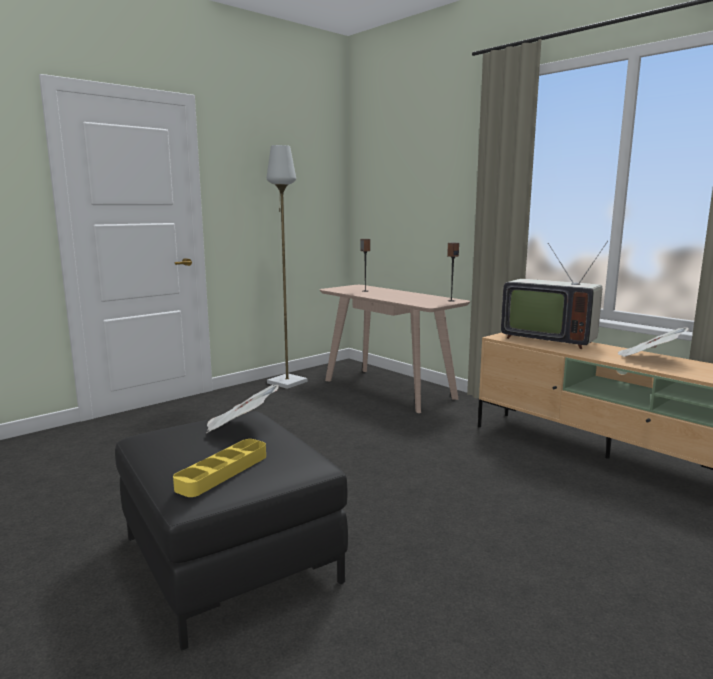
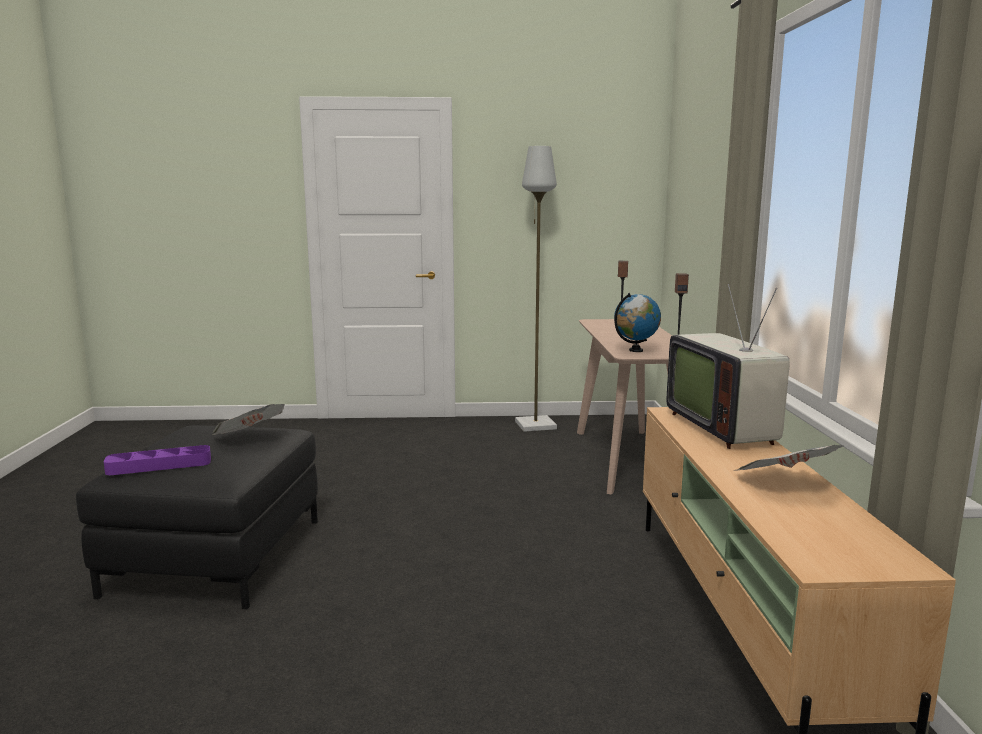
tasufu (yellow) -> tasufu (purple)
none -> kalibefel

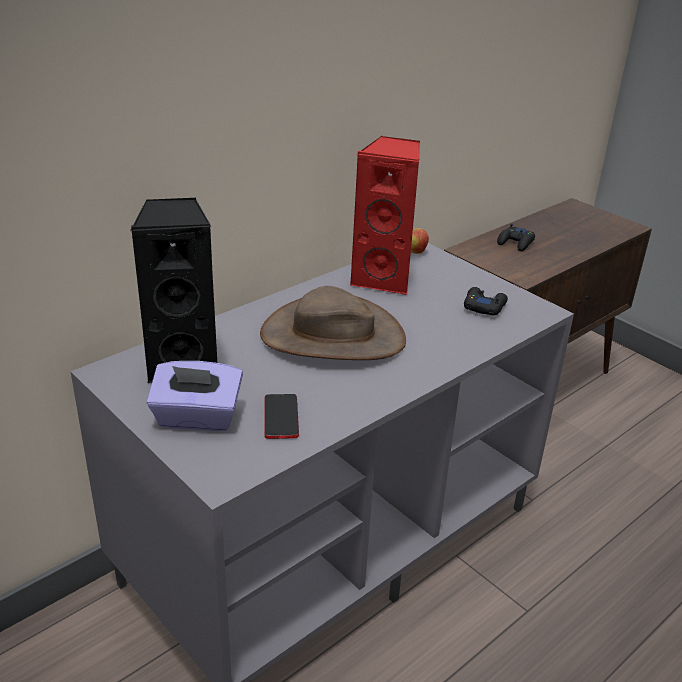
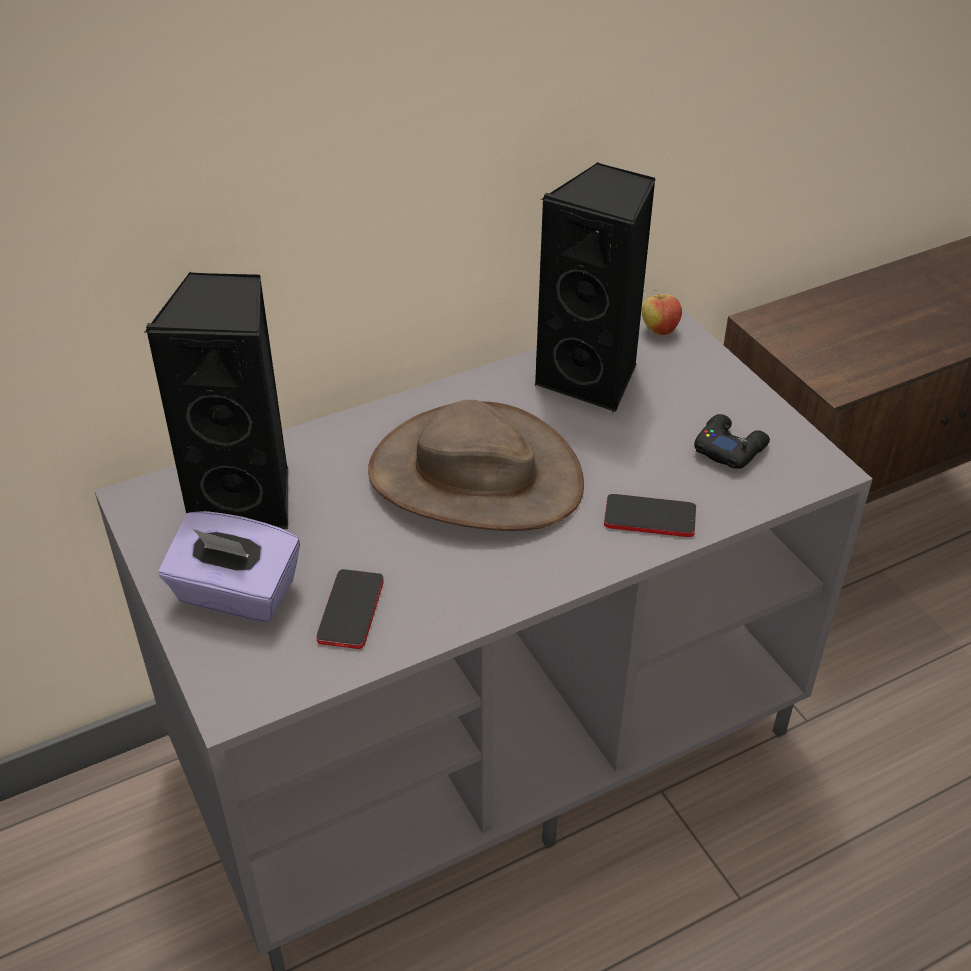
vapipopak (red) -> vapipopak (black) (2nd from left)
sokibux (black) (2nd from left) -> none
none -> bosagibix (2nd from left)

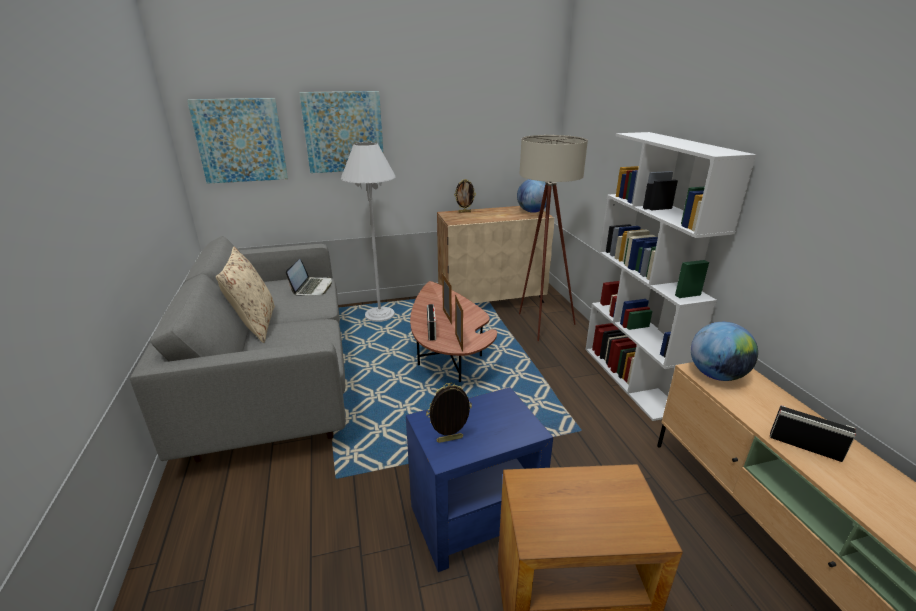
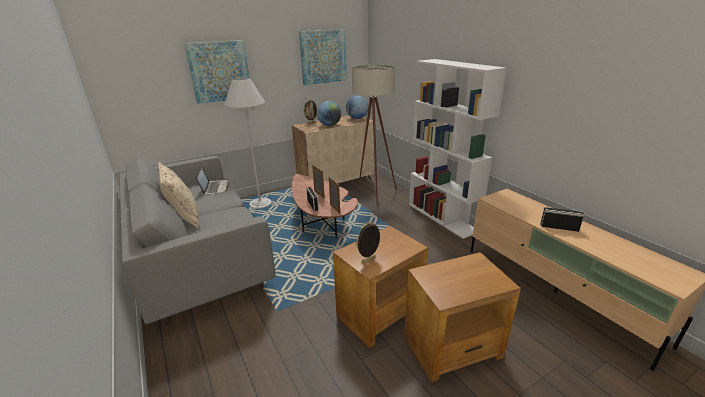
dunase (1st from left in the first image) -> dunase (2nd from left), moved
kalibefel (2nd from left in the first image) -> kalibefel (1st from left), moved
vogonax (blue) -> vogonax (brown) (1st from left)

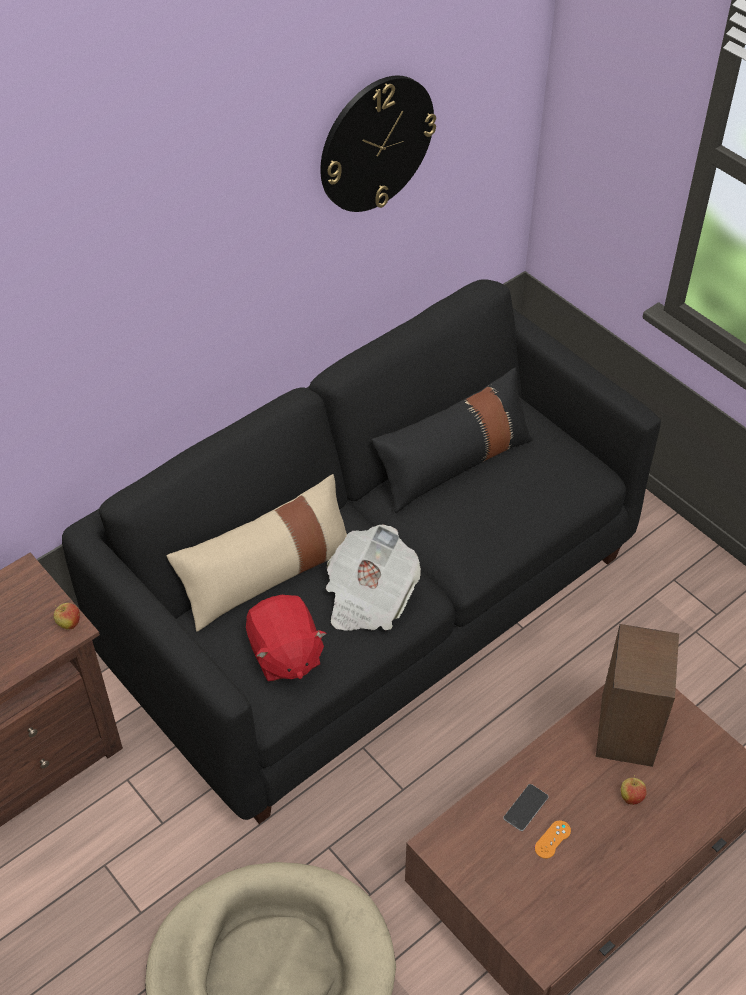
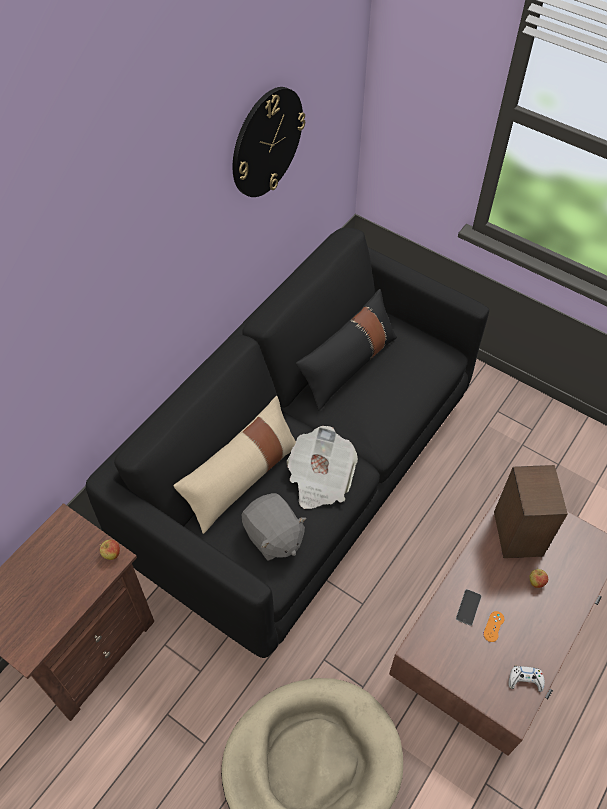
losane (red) -> losane (grey)
none -> sokibux (white)

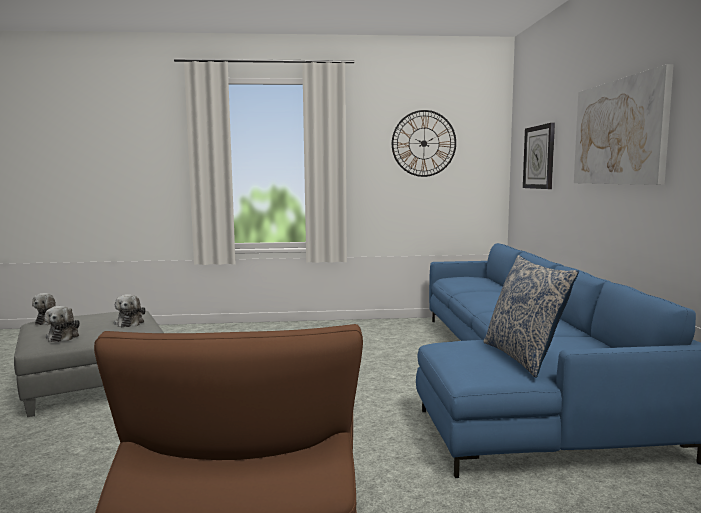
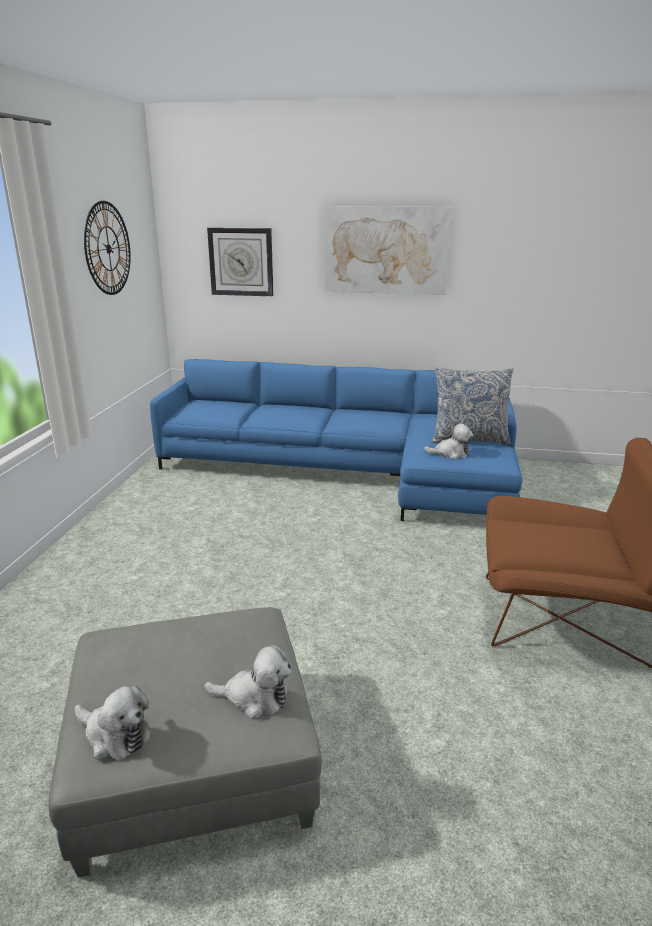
losane (3rd from left), moved

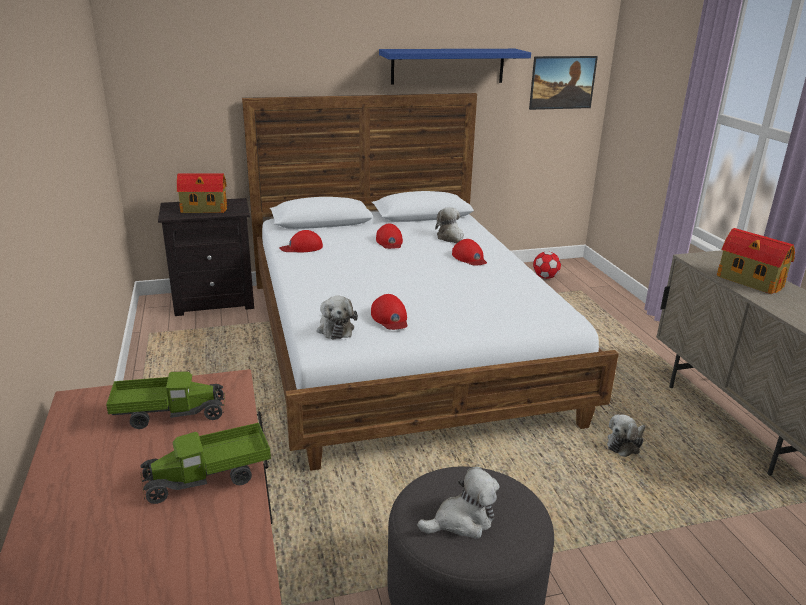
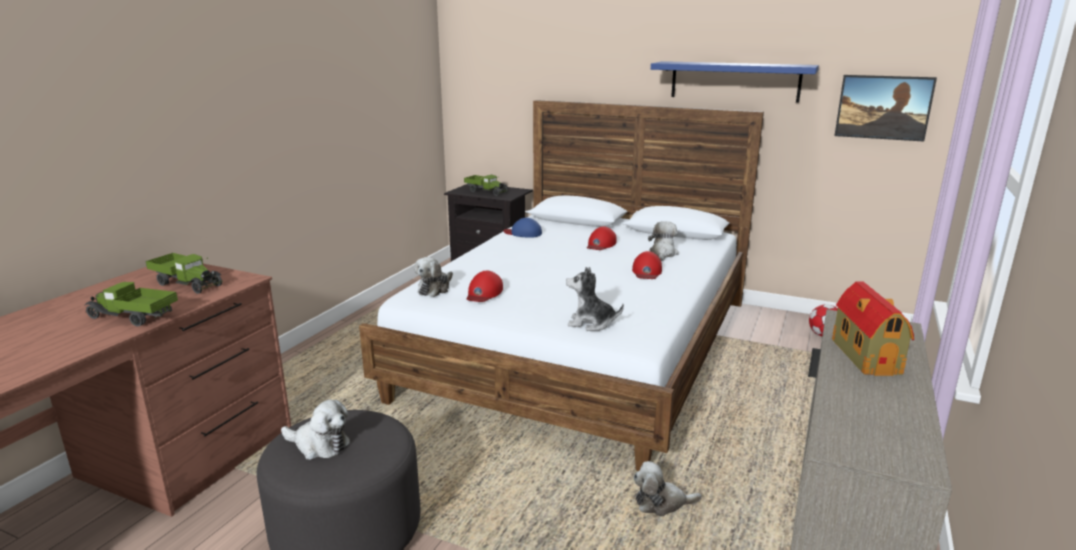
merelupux (1st from left) -> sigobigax (3rd from left)
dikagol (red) (1st from left) -> dikagol (blue)
none -> losane (3rd from left)

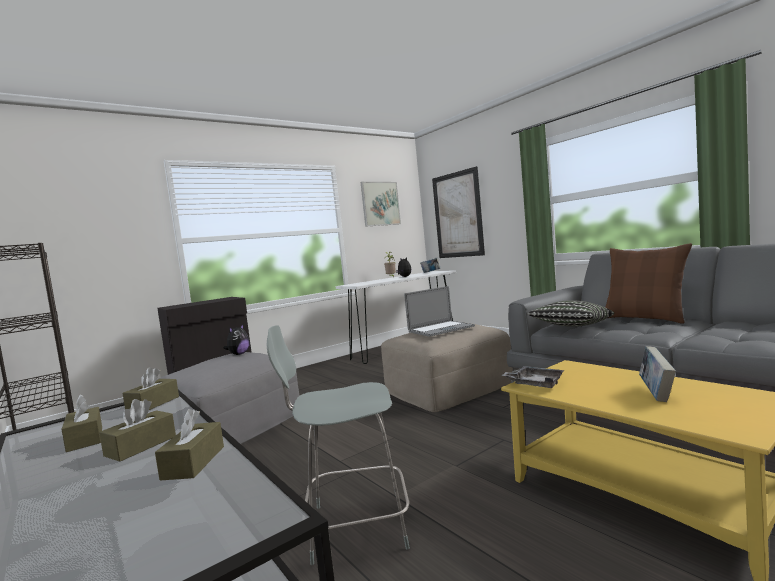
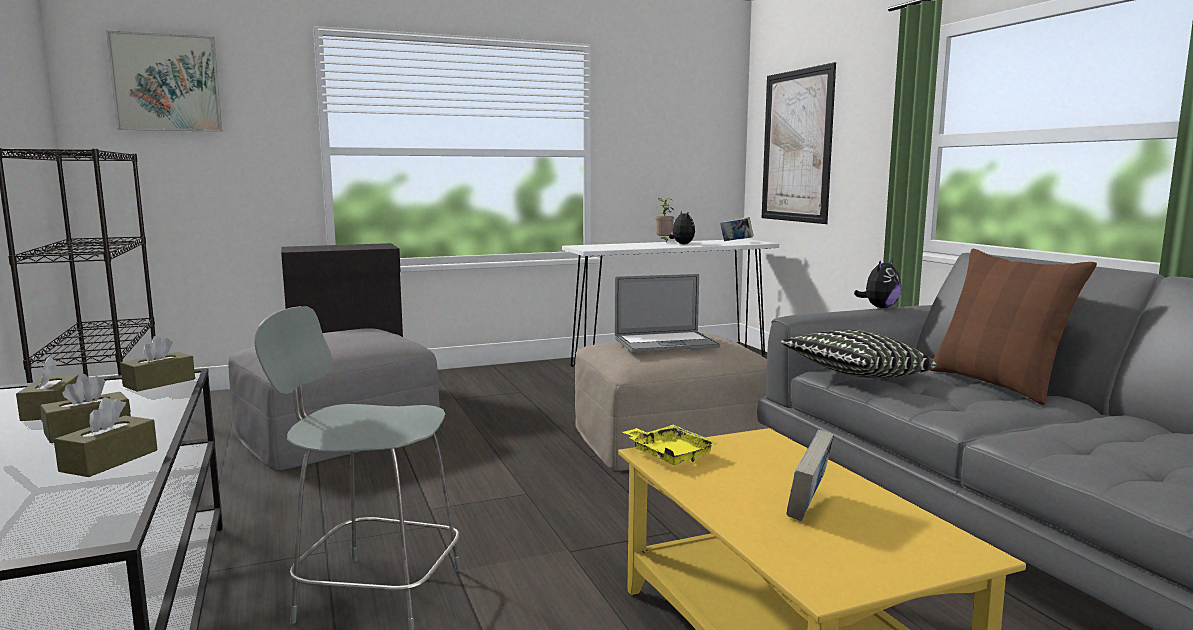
dunase (1st from left), moved
losane (1st from left in the first image) -> losane (2nd from left), moved
tasufu (grey) -> tasufu (yellow)

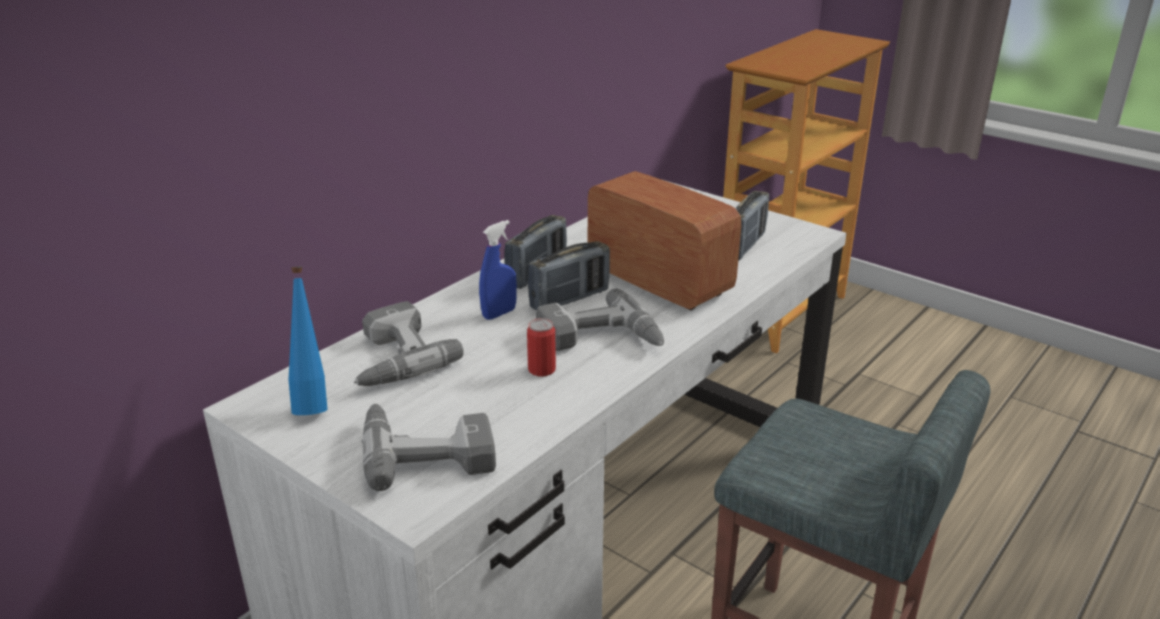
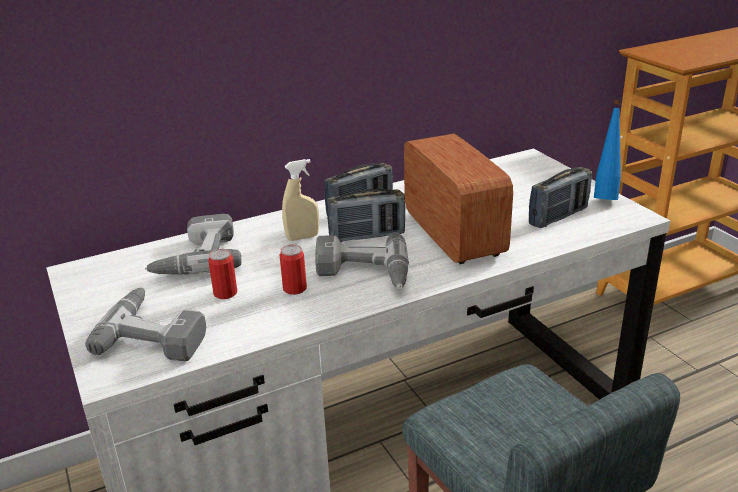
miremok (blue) -> miremok (beige)
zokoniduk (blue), moved
none -> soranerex (1st from left)

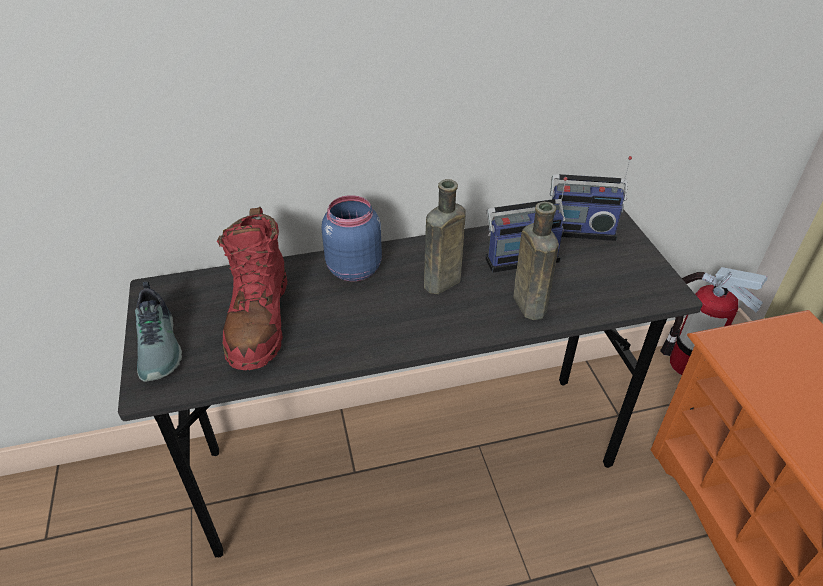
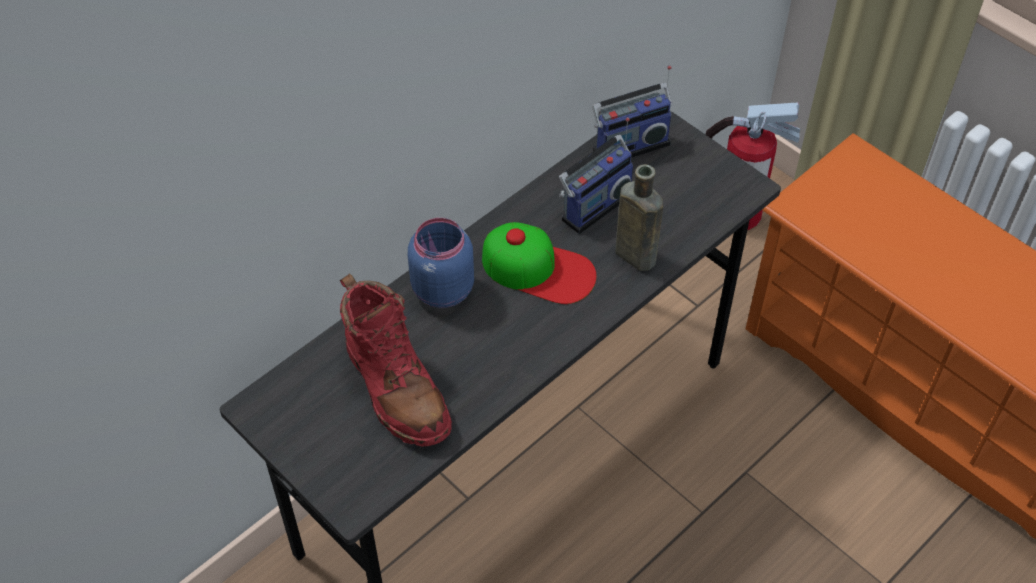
zokoniduk (brown) (1st from left) -> dikagol
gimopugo -> none

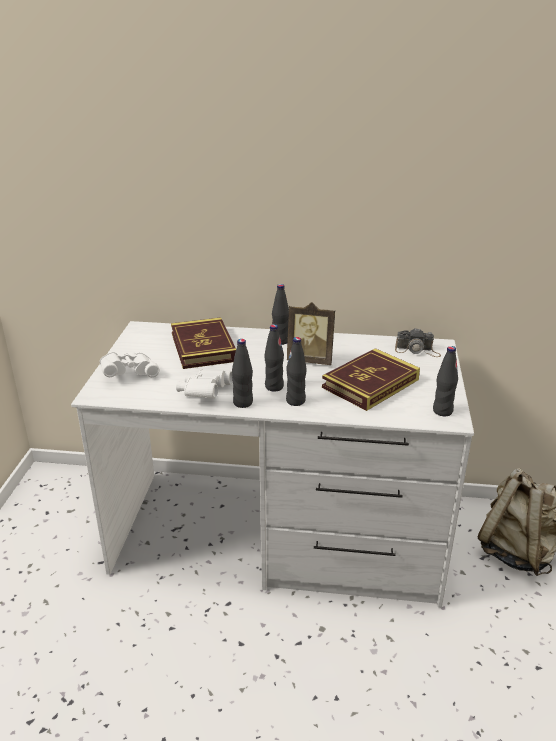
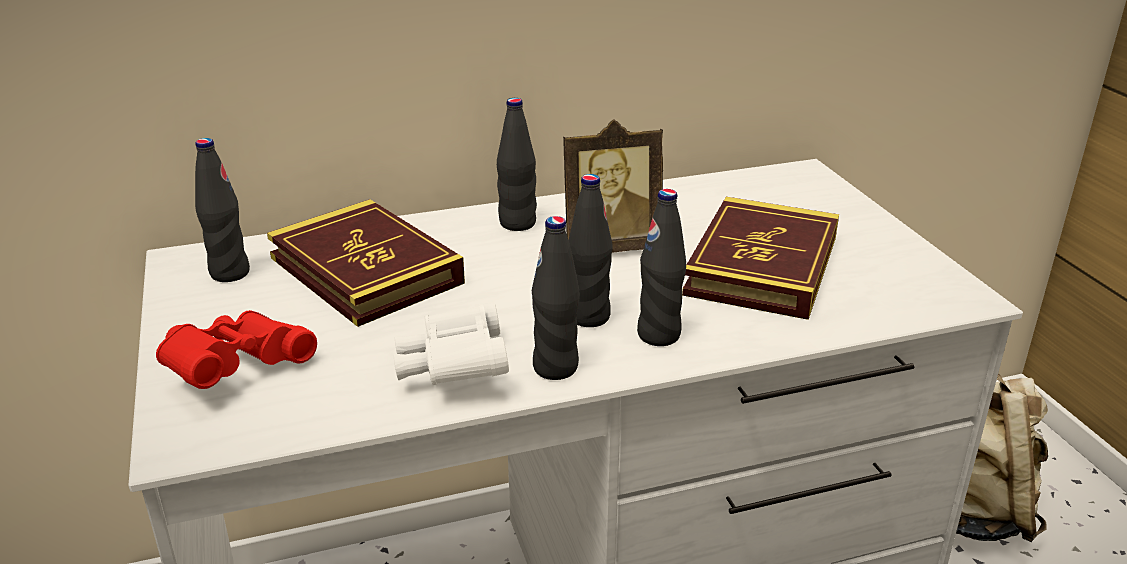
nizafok -> none
zokoniduk (black) (5th from left in the first image) -> zokoniduk (black) (1st from left), moved
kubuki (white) (1st from left) -> kubuki (red)

